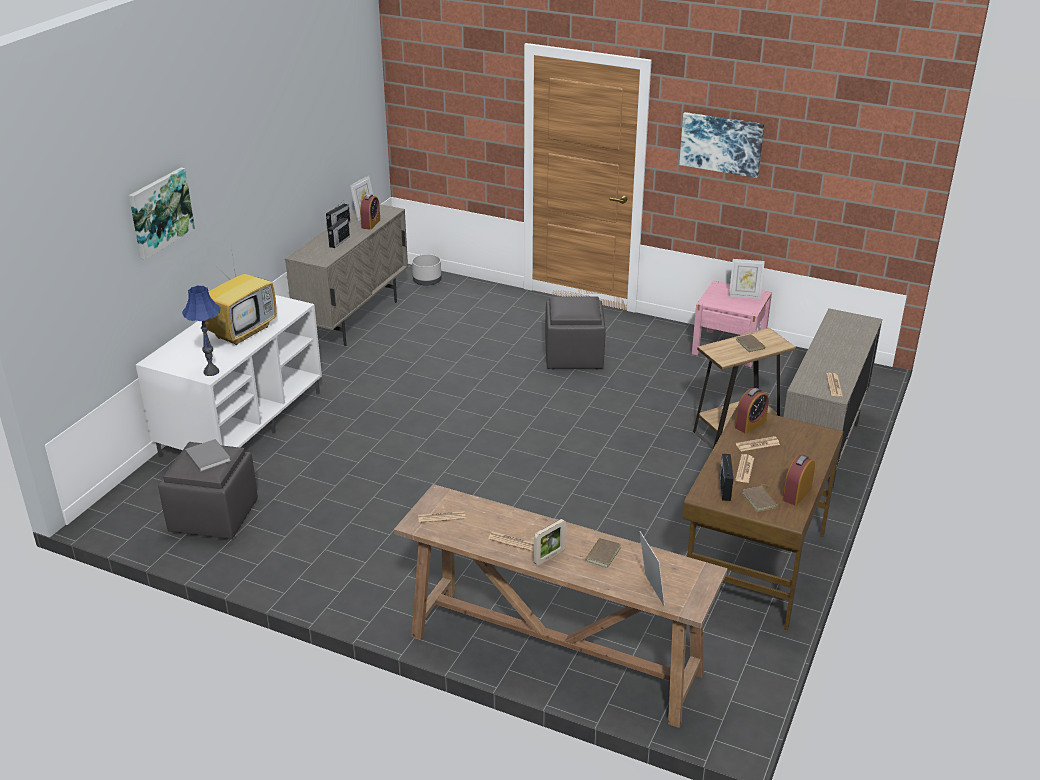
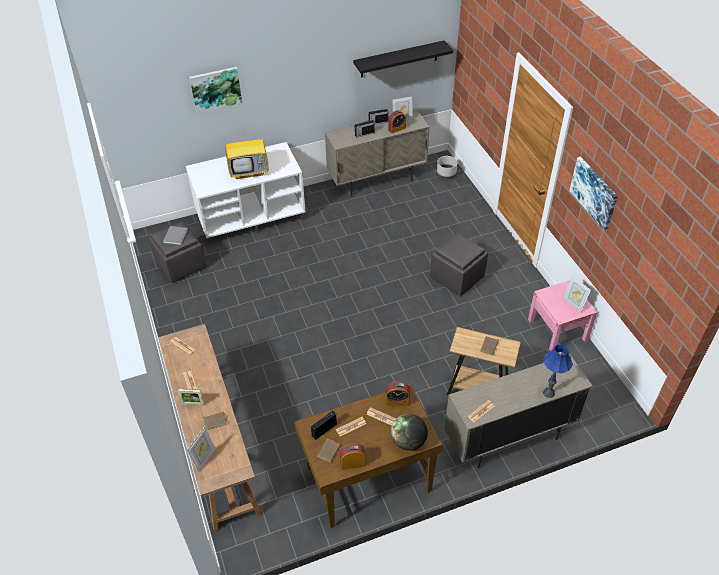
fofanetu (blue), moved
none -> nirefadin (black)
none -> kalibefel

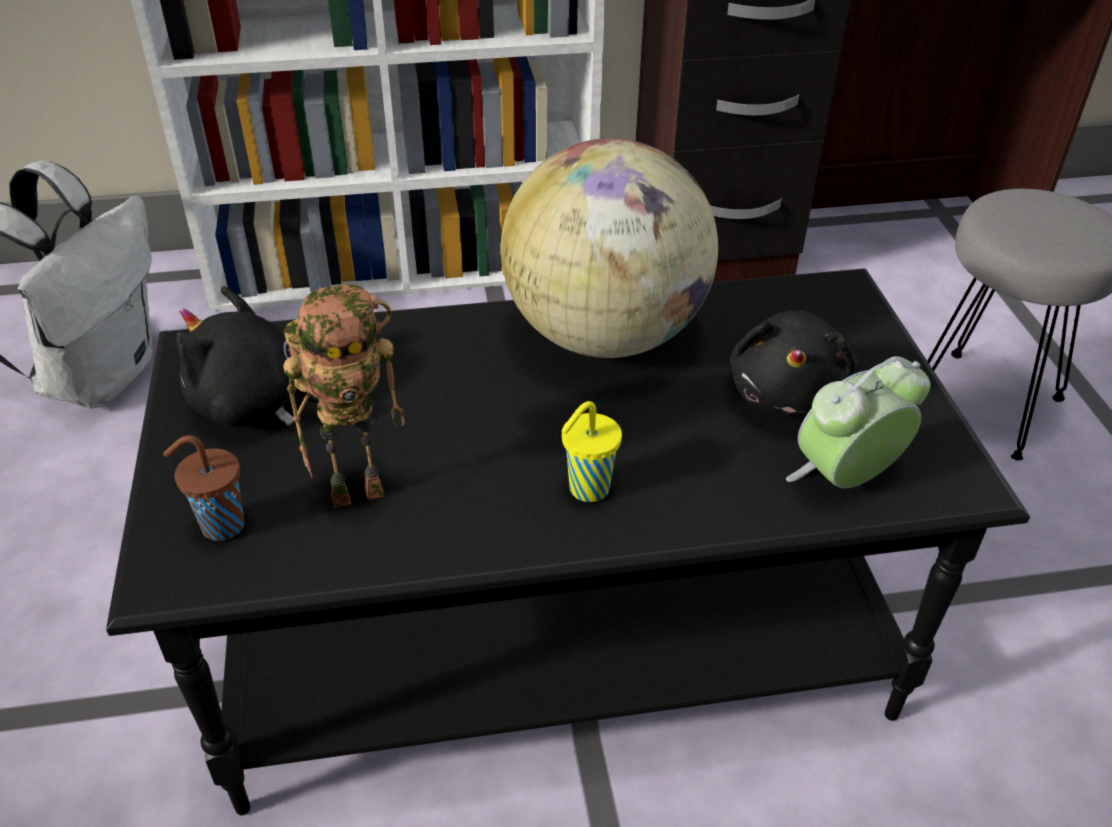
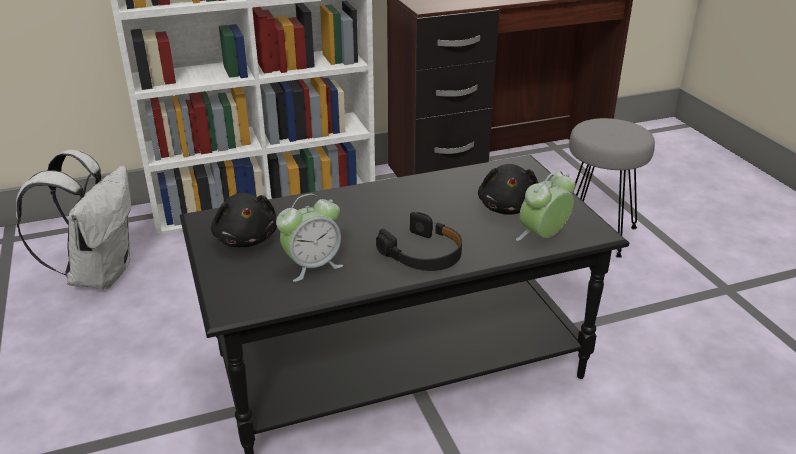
kalibefel -> none
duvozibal -> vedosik (1st from left)
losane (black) (1st from left), 120 degrees counterclockwise
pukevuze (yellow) -> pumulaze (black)
pukevuze (brown) -> none

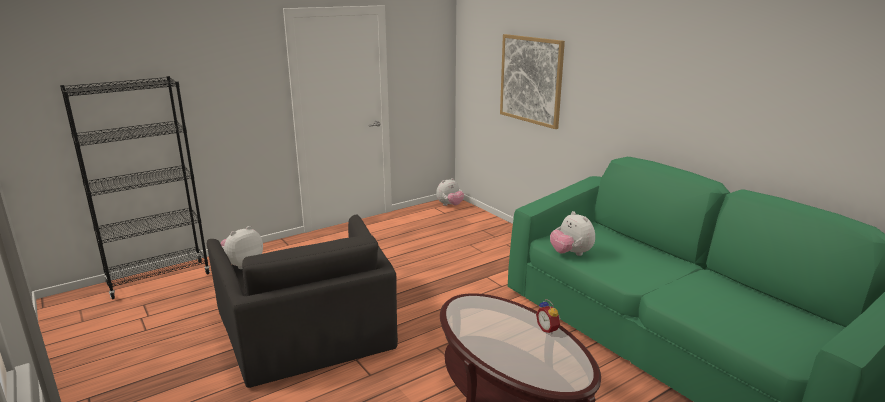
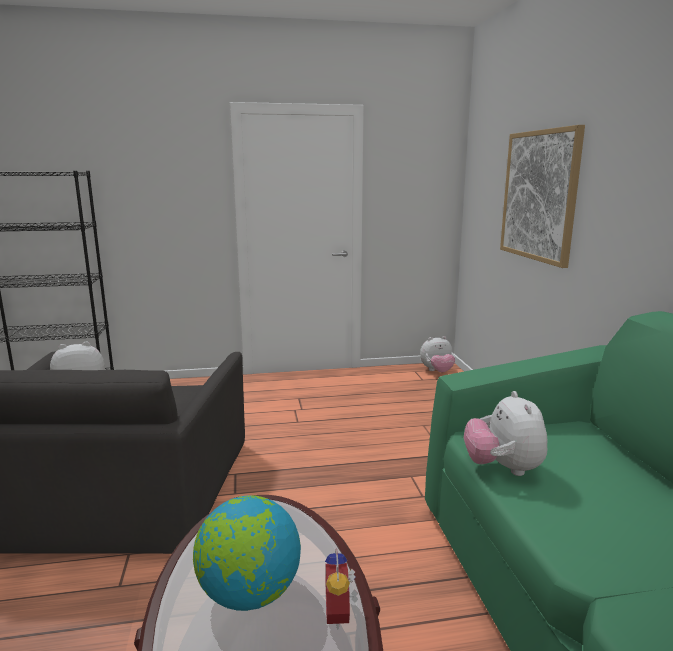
none -> kalibefel

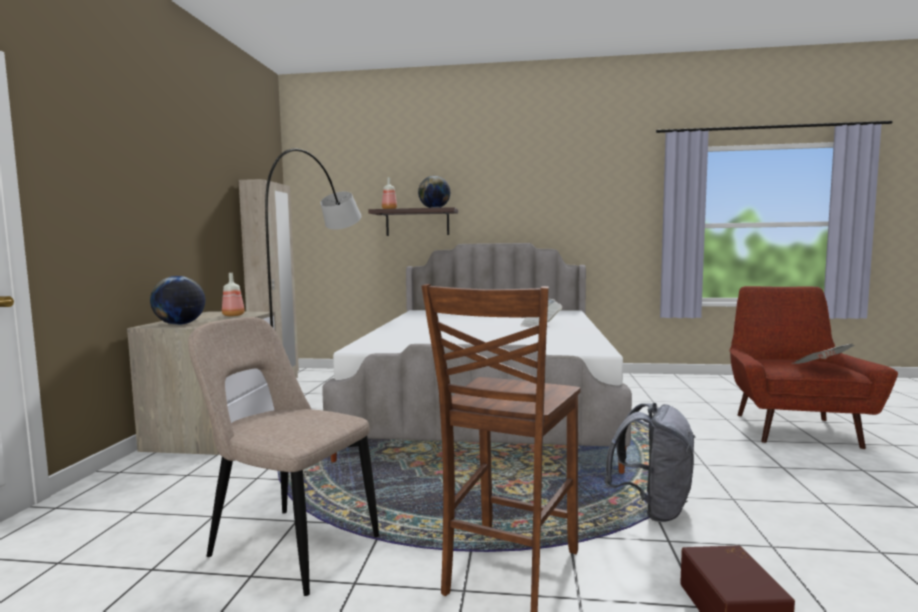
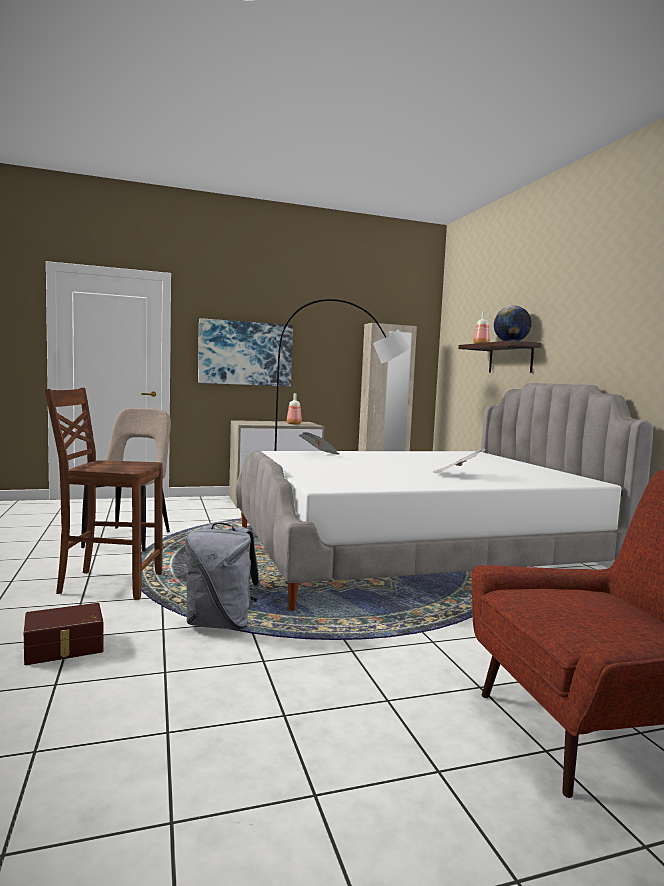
kalibefel (1st from left) -> none
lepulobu (2nd from left in the first image) -> lepulobu (1st from left), moved
none -> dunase

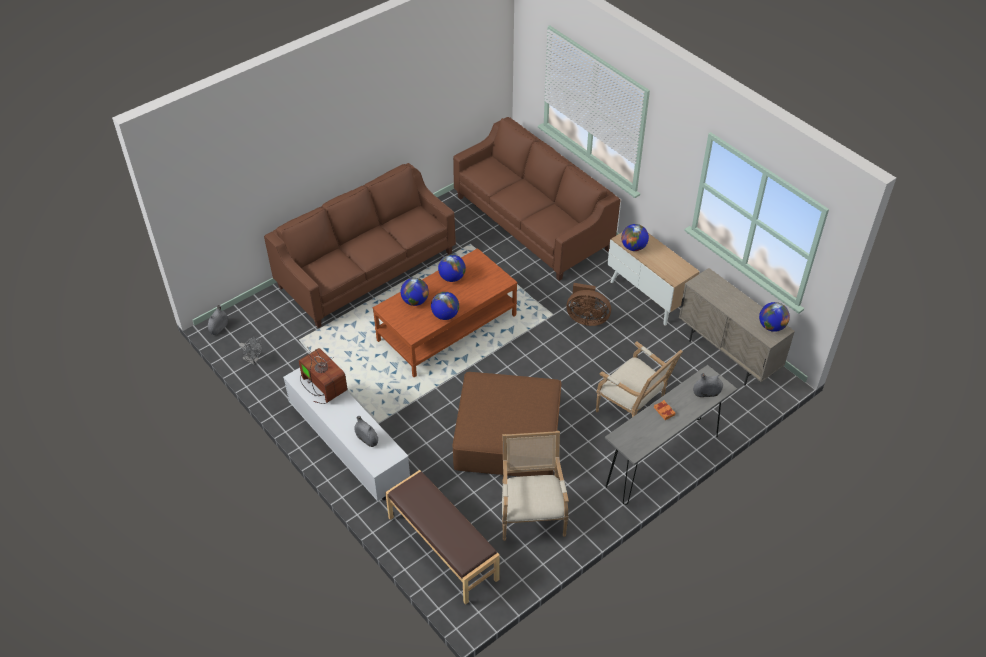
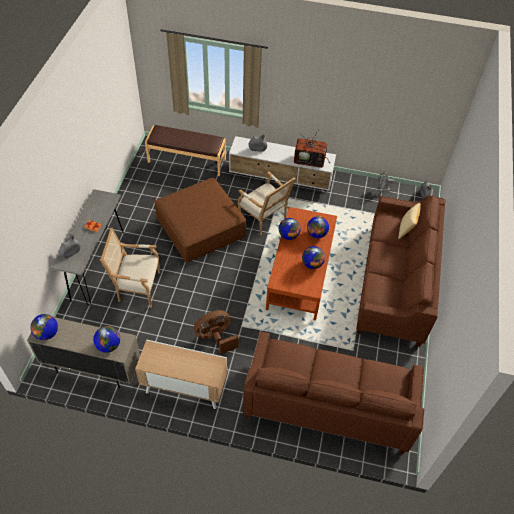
kalibefel (4th from left in the first image) -> kalibefel (2nd from left), moved
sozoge (1st from left in the first image) -> sozoge (2nd from left), moved
none -> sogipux

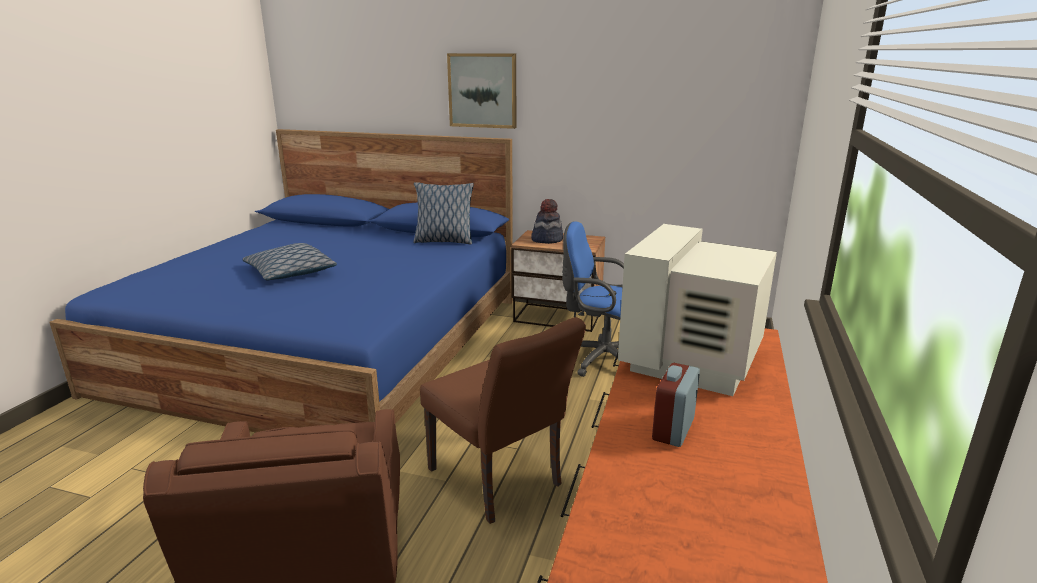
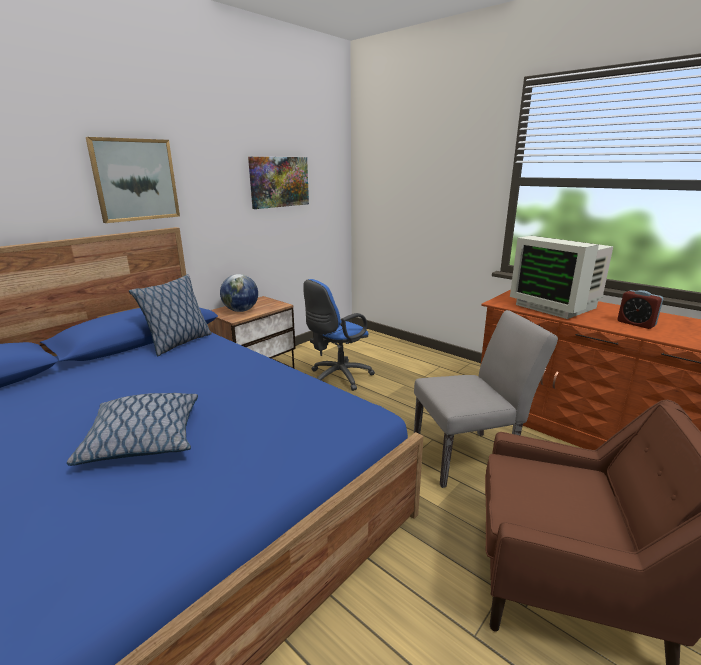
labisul -> kalibefel
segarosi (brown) -> segarosi (grey)
none -> dunase (2nd from left)

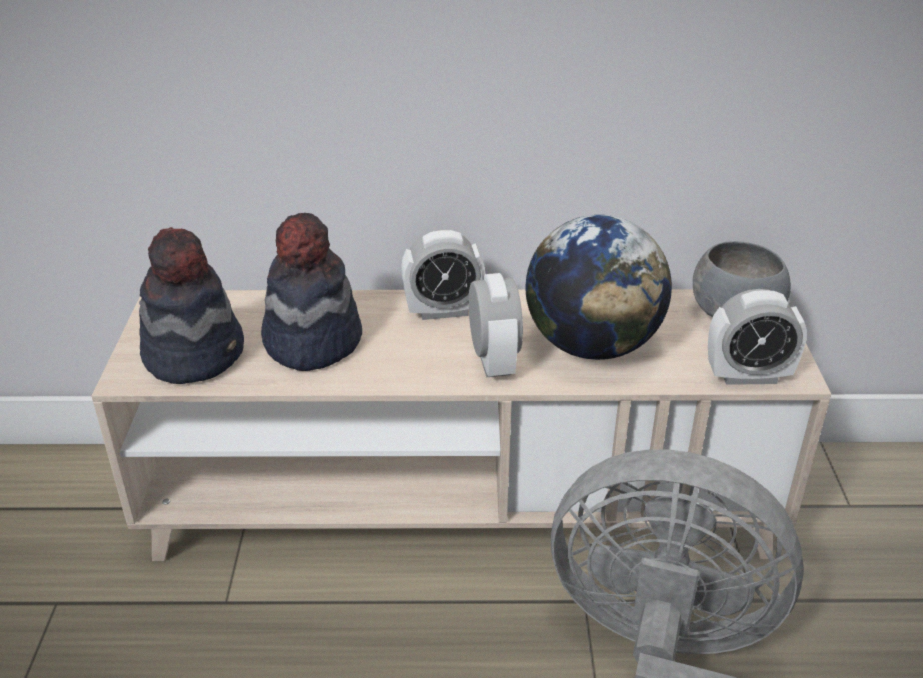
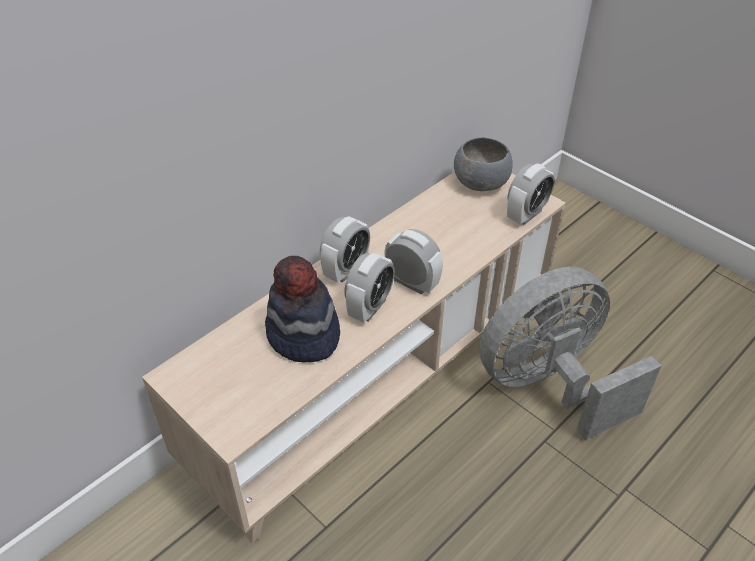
kalibefel -> none
labisul (1st from left) -> none
none -> vedosik (2nd from left)

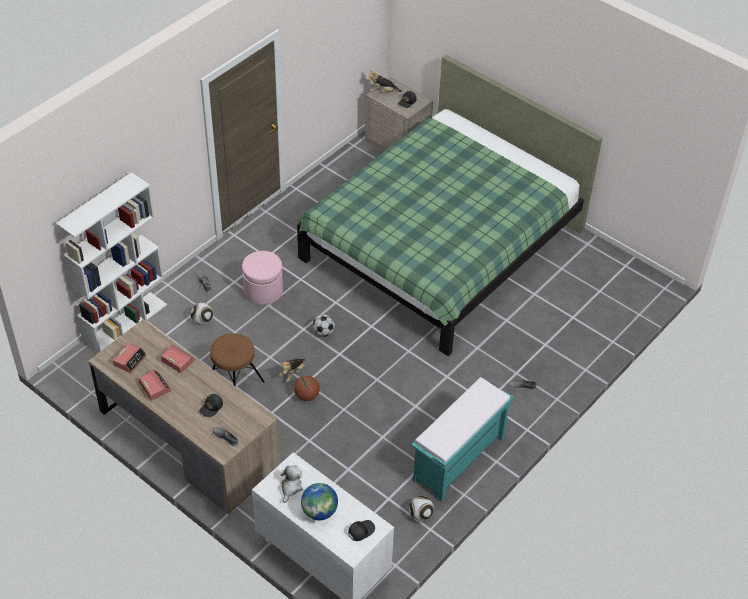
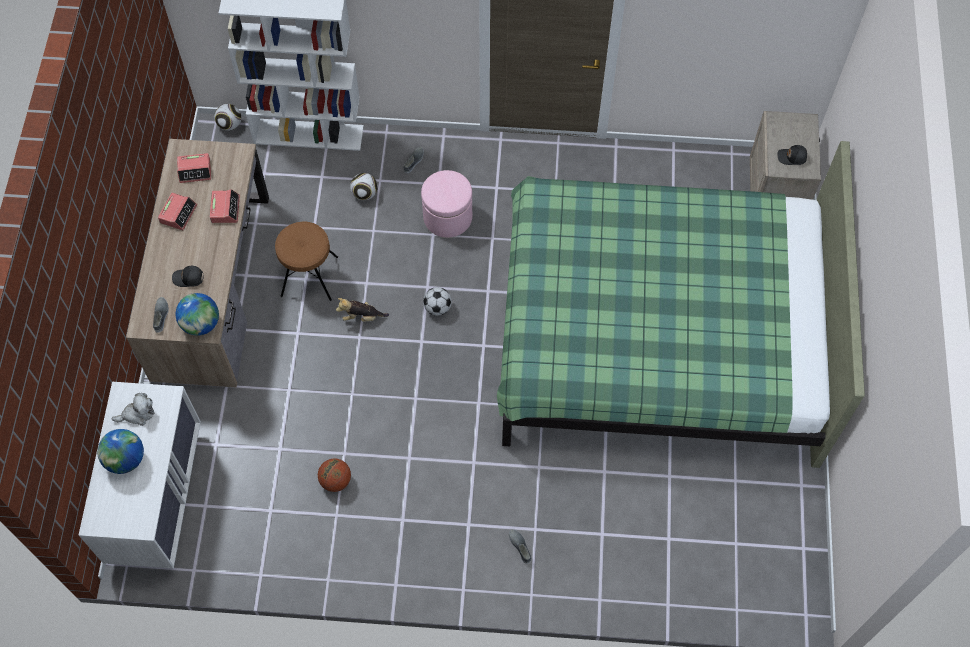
losane (3rd from left) -> none
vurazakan, moved
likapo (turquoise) -> none
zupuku (3rd from left in the first image) -> zupuku (1st from left), moved
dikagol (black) (2nd from left) -> none
none -> kalibefel (2nd from left)

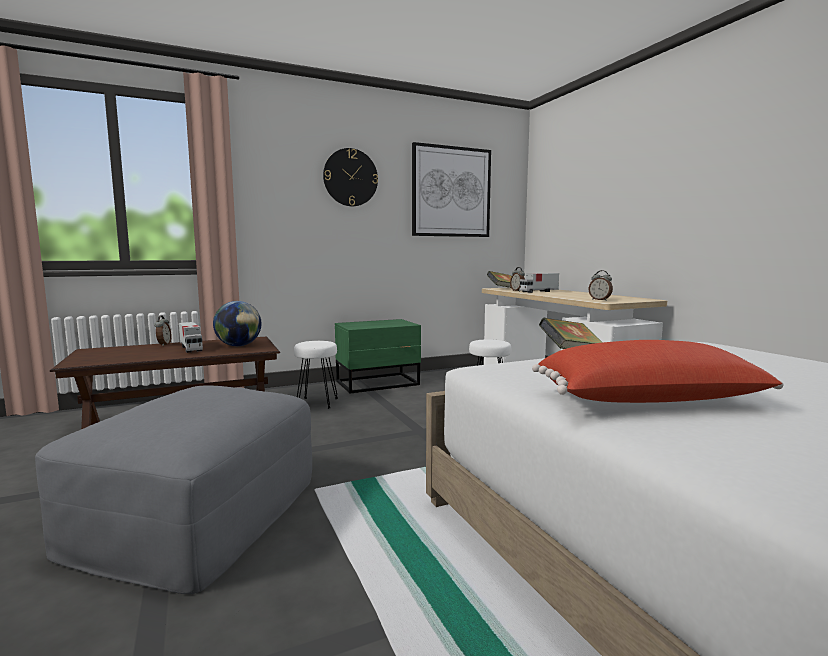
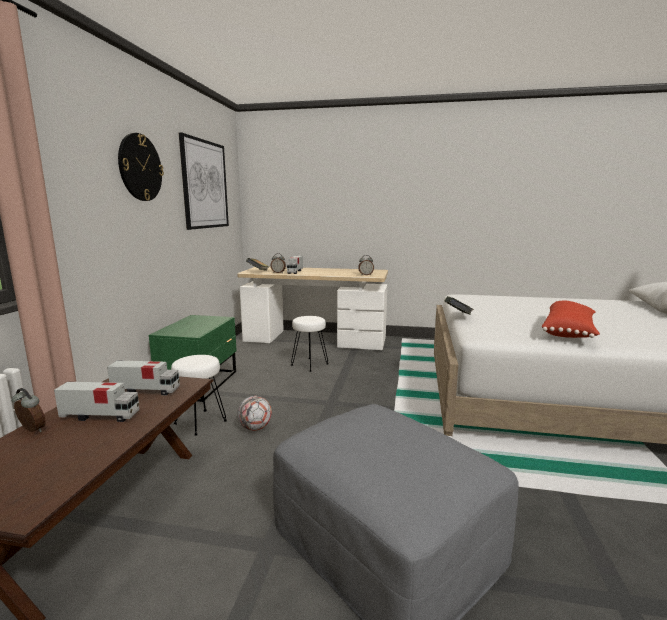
kalibefel -> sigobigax (2nd from left)
none -> zupuku

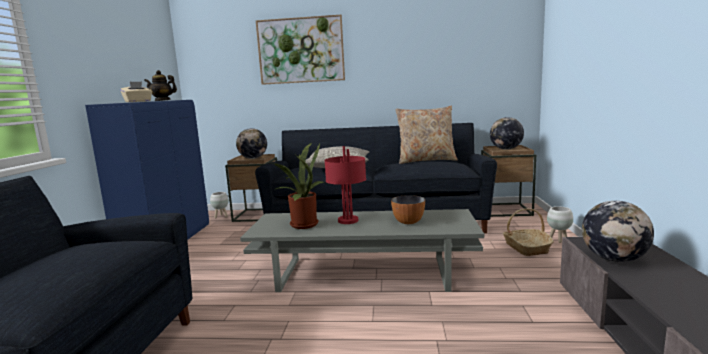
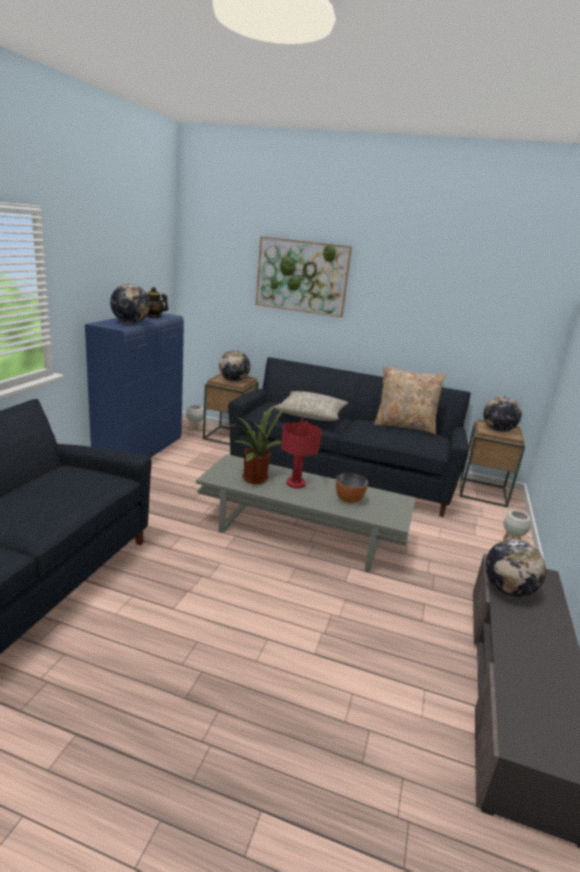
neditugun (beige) -> kalibefel (1st from left)
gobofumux -> none

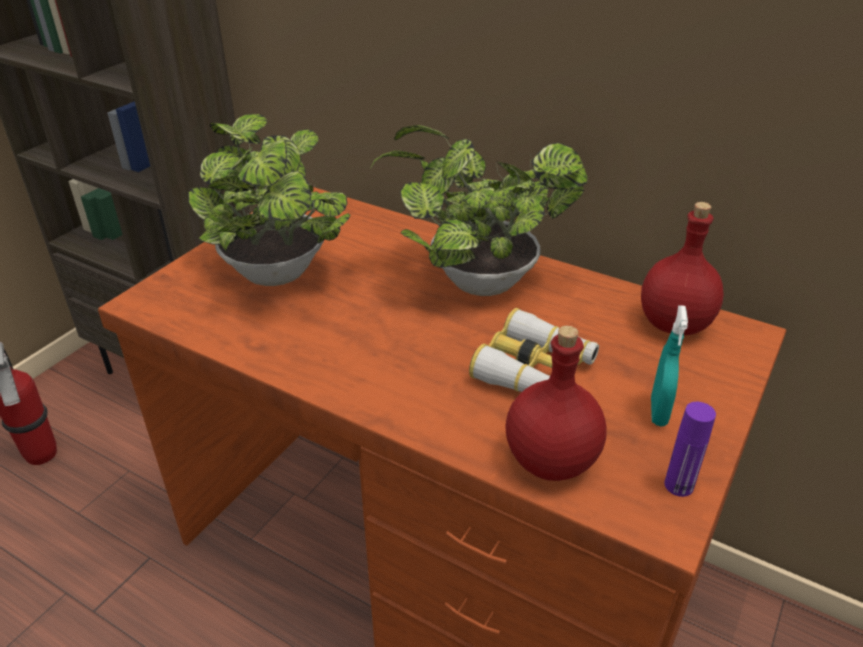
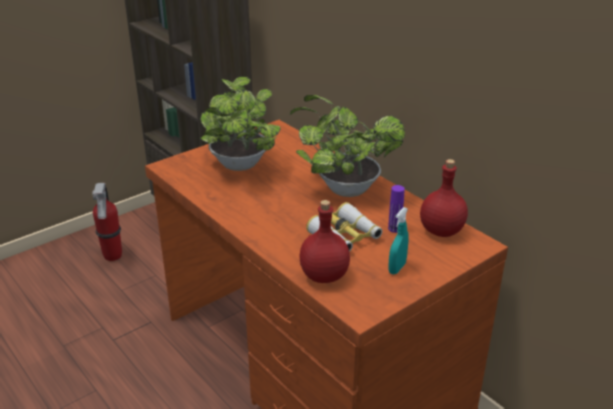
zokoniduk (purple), moved

